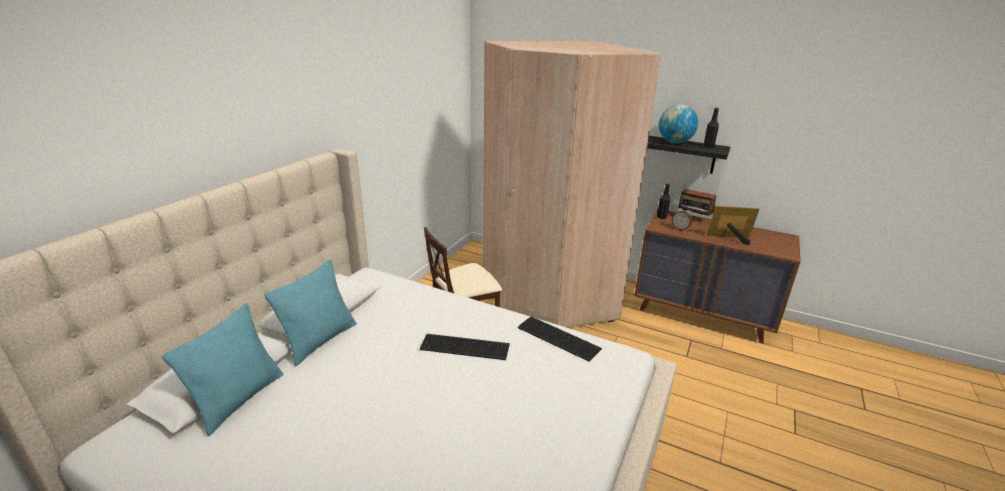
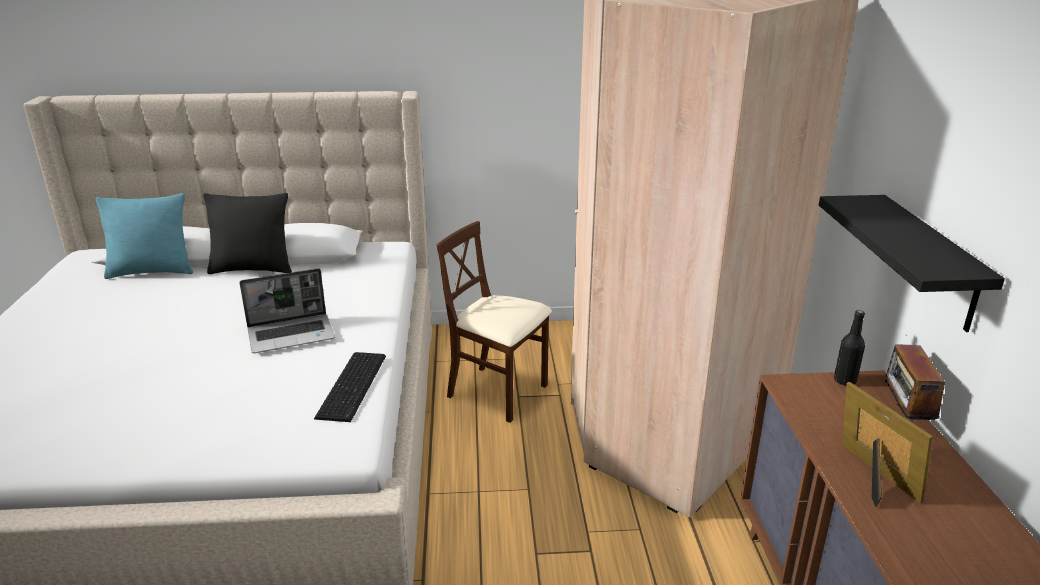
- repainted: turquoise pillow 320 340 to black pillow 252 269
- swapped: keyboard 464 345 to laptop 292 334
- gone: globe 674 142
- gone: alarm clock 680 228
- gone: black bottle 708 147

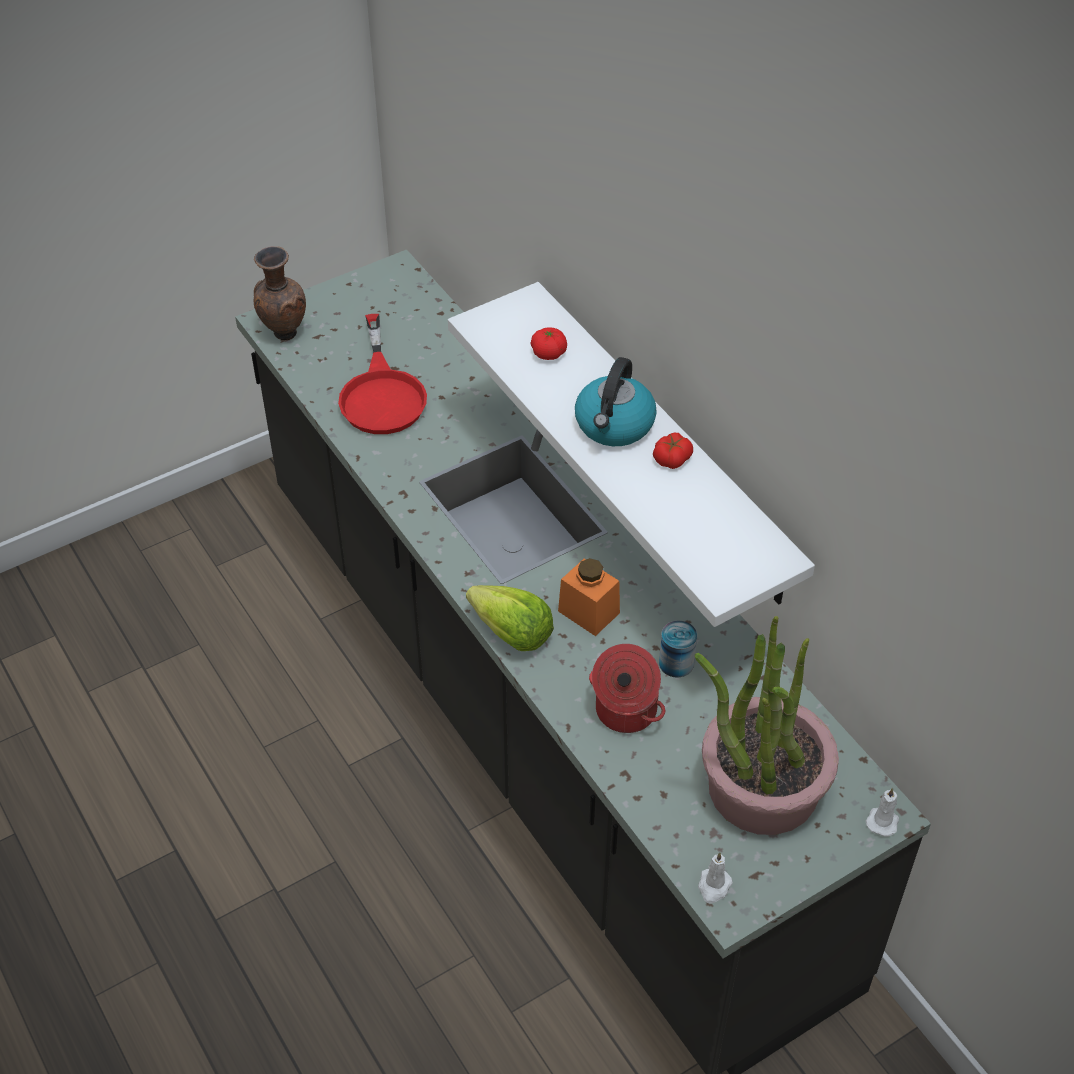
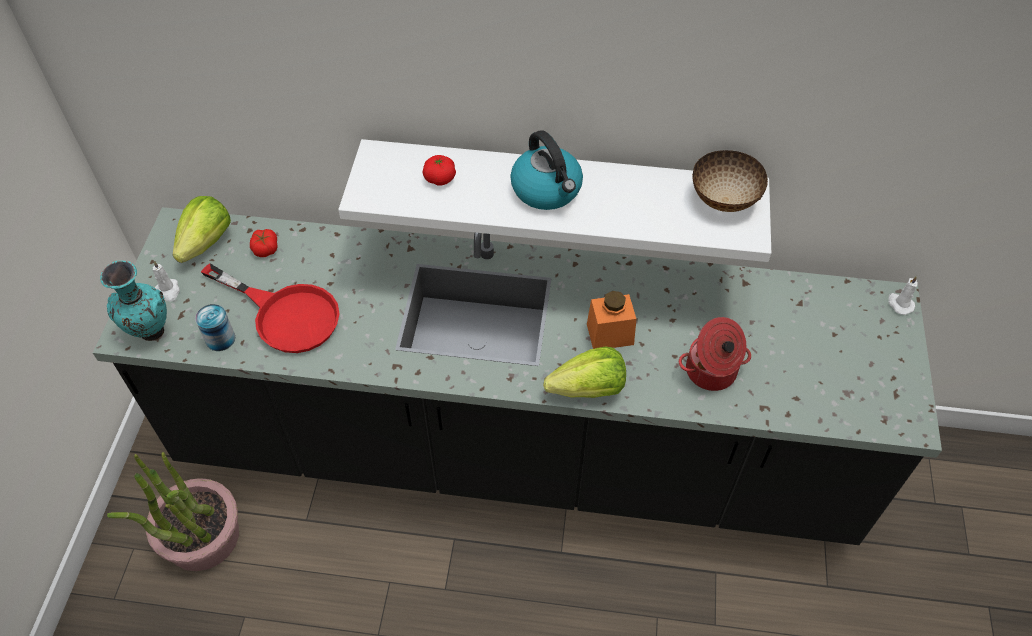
- repainted: brown vase 283 333 to turquoise vase 150 333
- shifted: potted plant 761 787 to 202 537
- shifted: white candle 714 886 to 168 291
- new: lettuce 206 243
- shifted: can 676 663 to 220 339
- shifted: tomato 672 458 to 265 248
- new: bowl 723 200

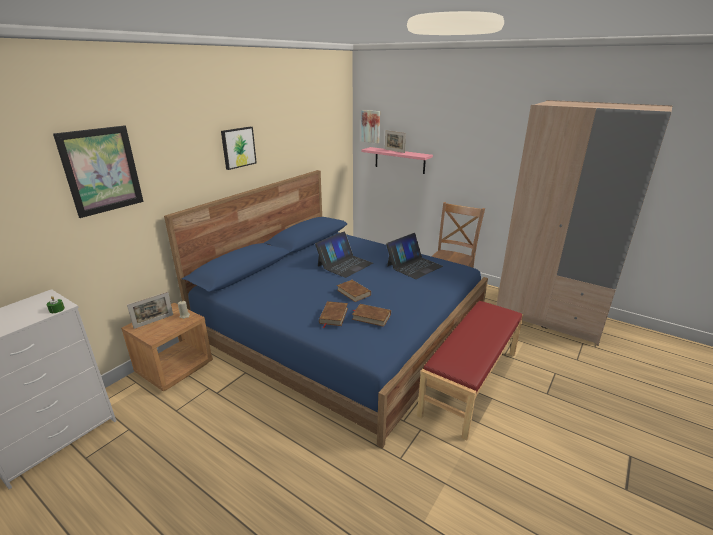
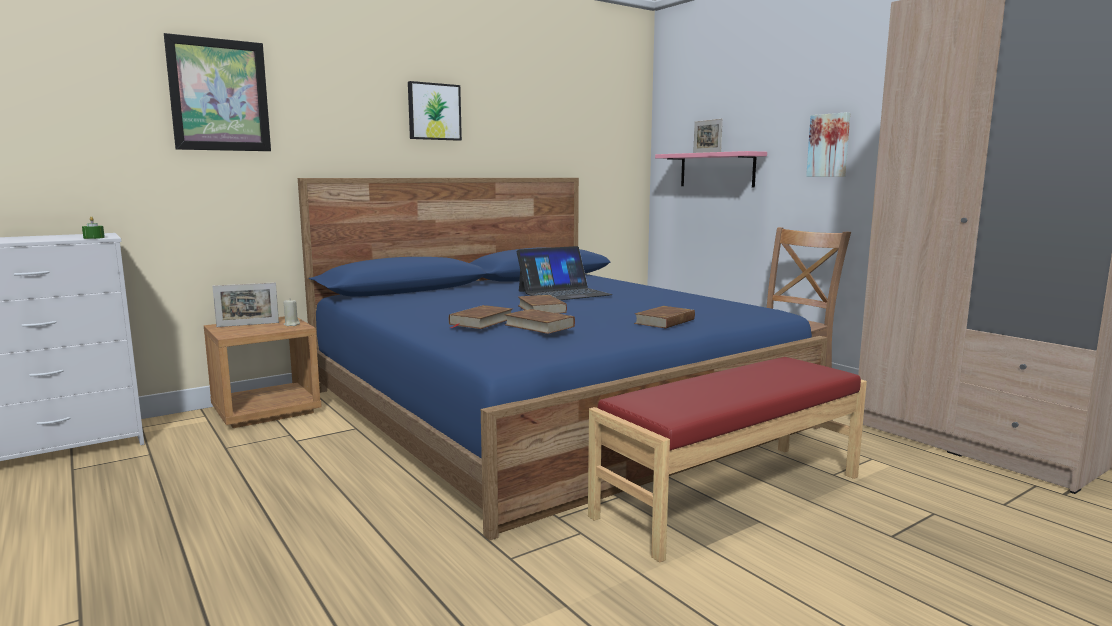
- new: brown book 665 321
- shifted: picture 371 126 to 829 145
- gone: laptop 414 266

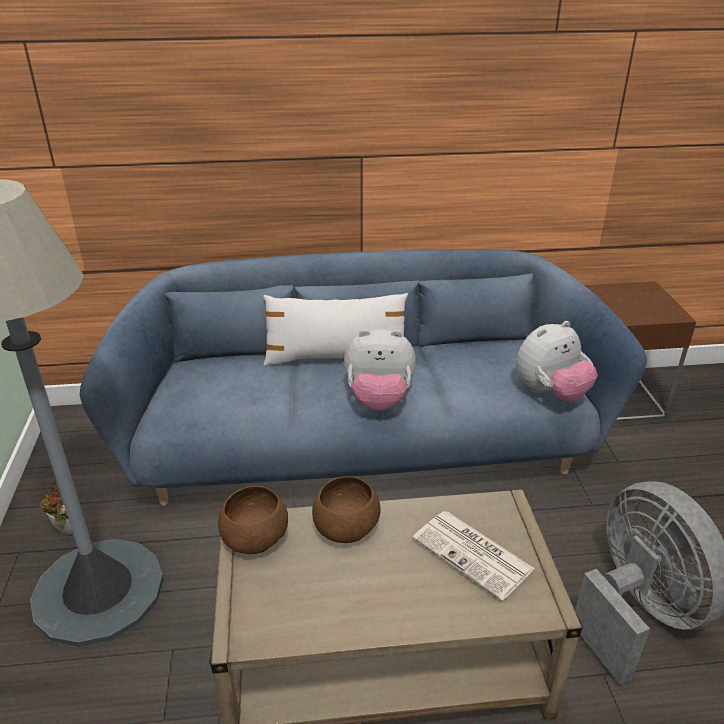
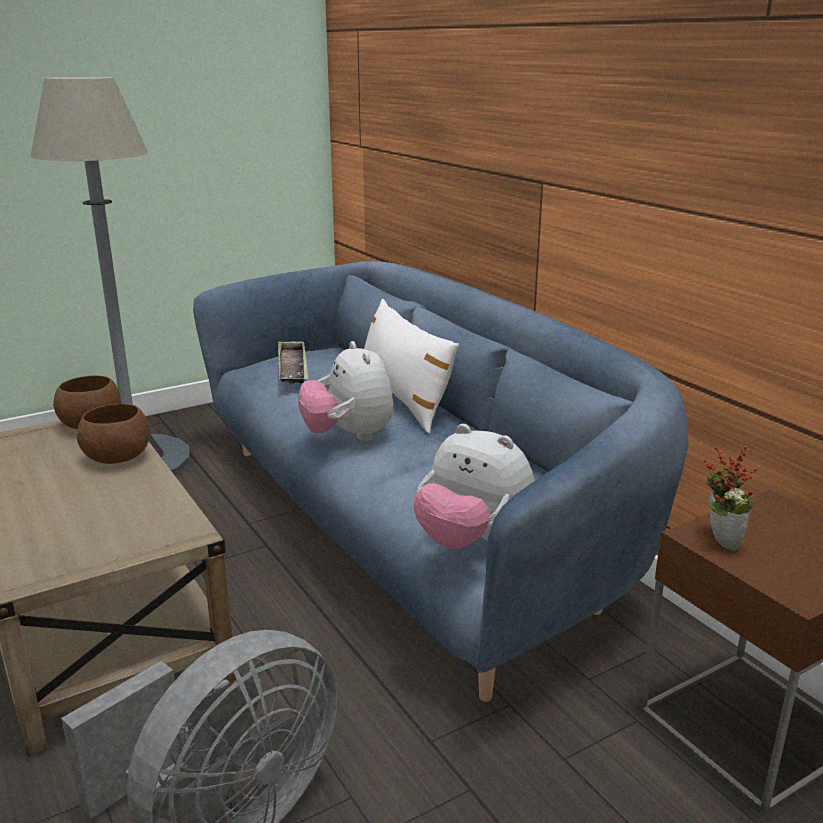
- new: tray 292 368
- shifted: potted plant 64 532 to 719 541
- gone: newspaper 474 554

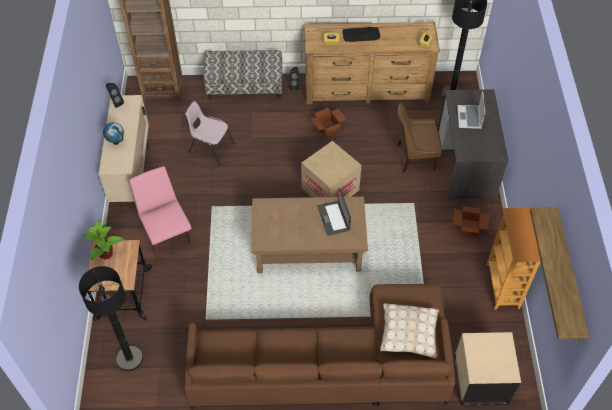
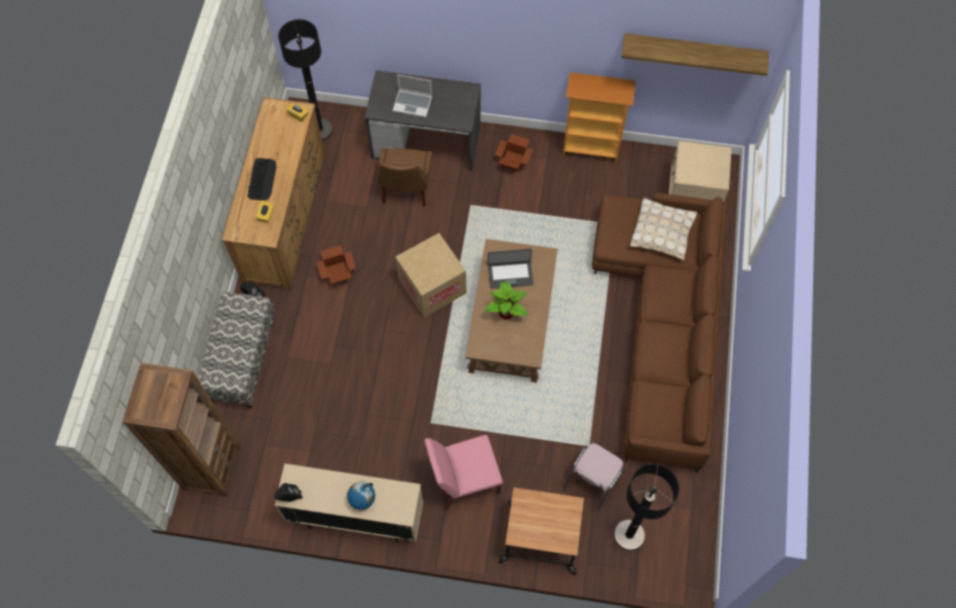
- shifted: potted plant 106 254 to 506 313
- shifted: pink chair 211 148 to 592 480

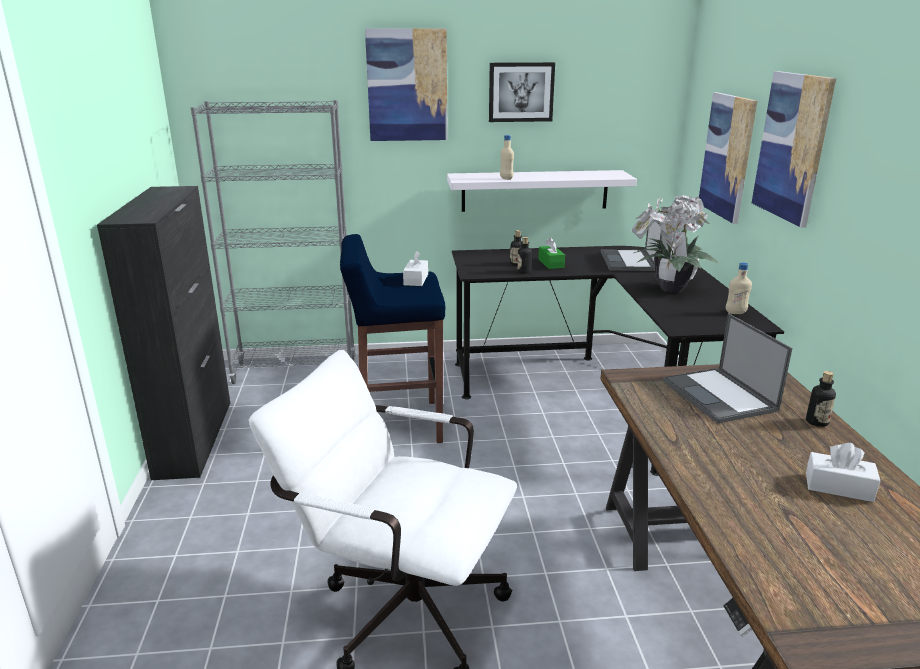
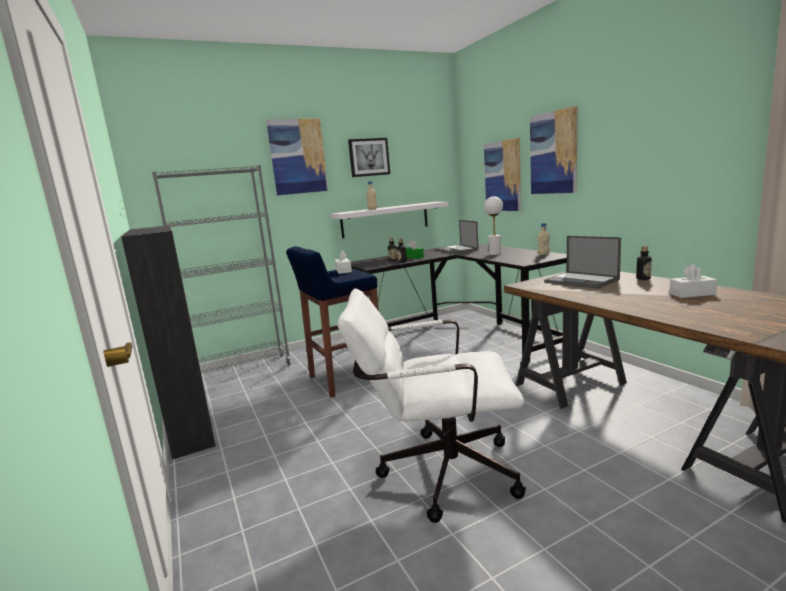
- swapped: potted plant 668 289 to white table lamp 495 254

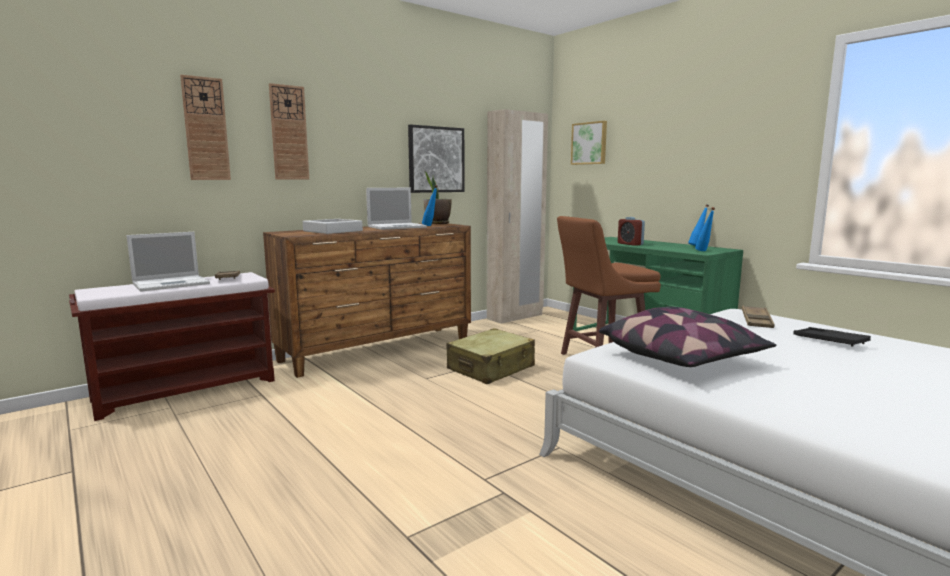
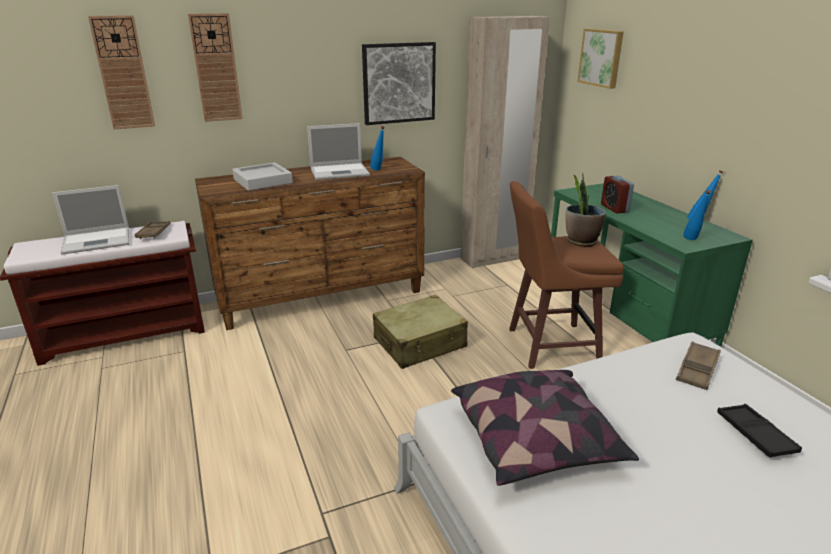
- shifted: potted plant 437 223 to 581 241

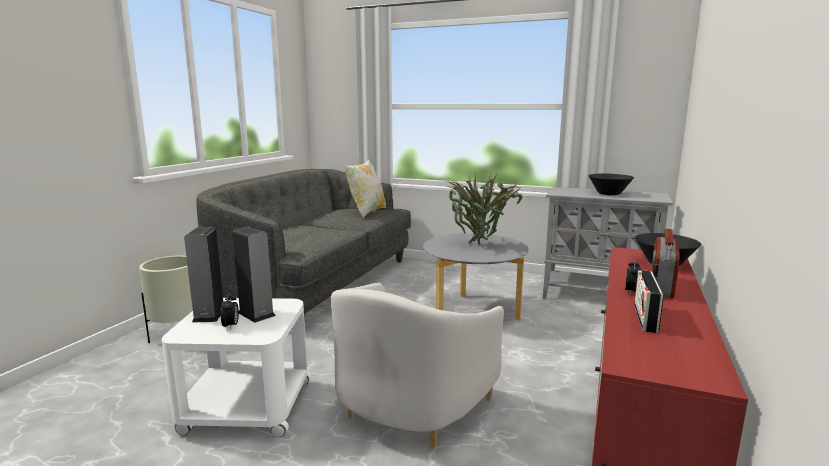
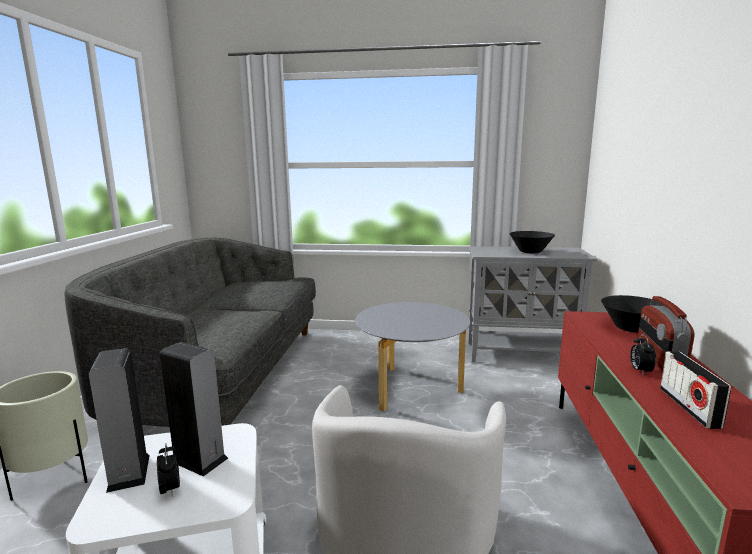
- gone: pillow 367 212
- gone: potted plant 481 245

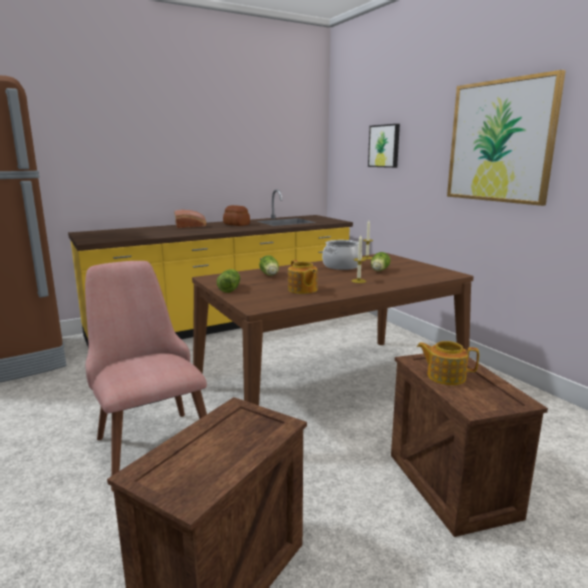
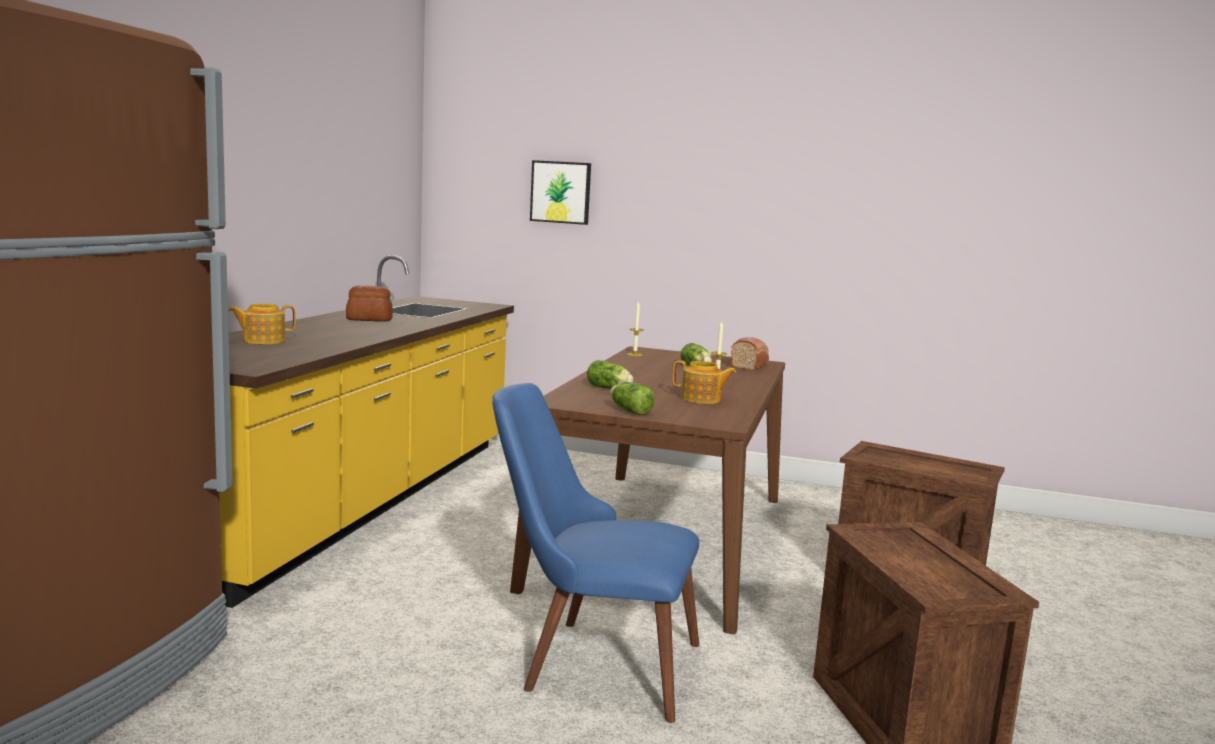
- shifted: teapot 445 376 to 263 341
- repainted: pink chair 149 439 to blue chair 590 662
- shifted: bread 191 226 to 750 365
- gone: cooking pot 341 266
- gone: picture 500 141

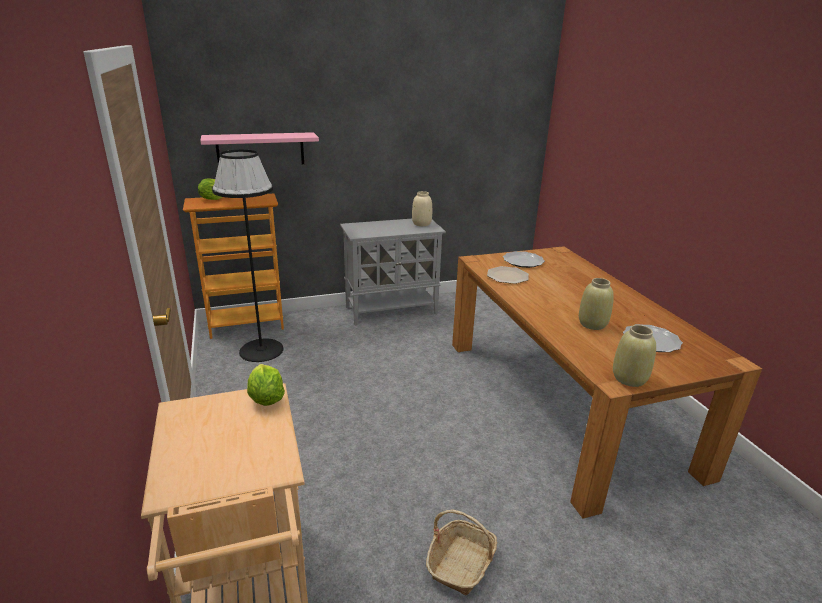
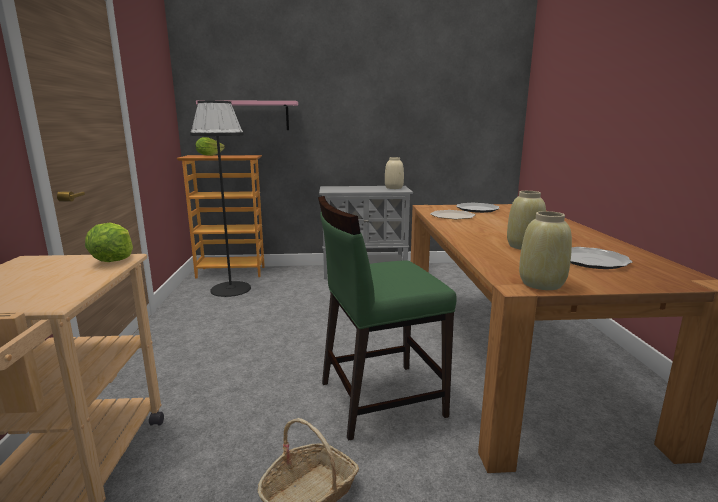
- new: green chair 379 398

